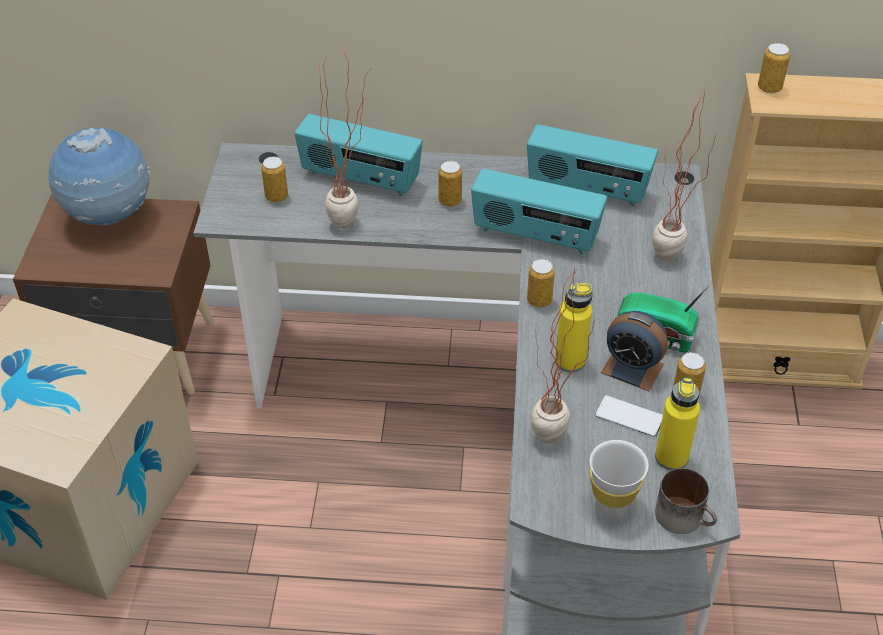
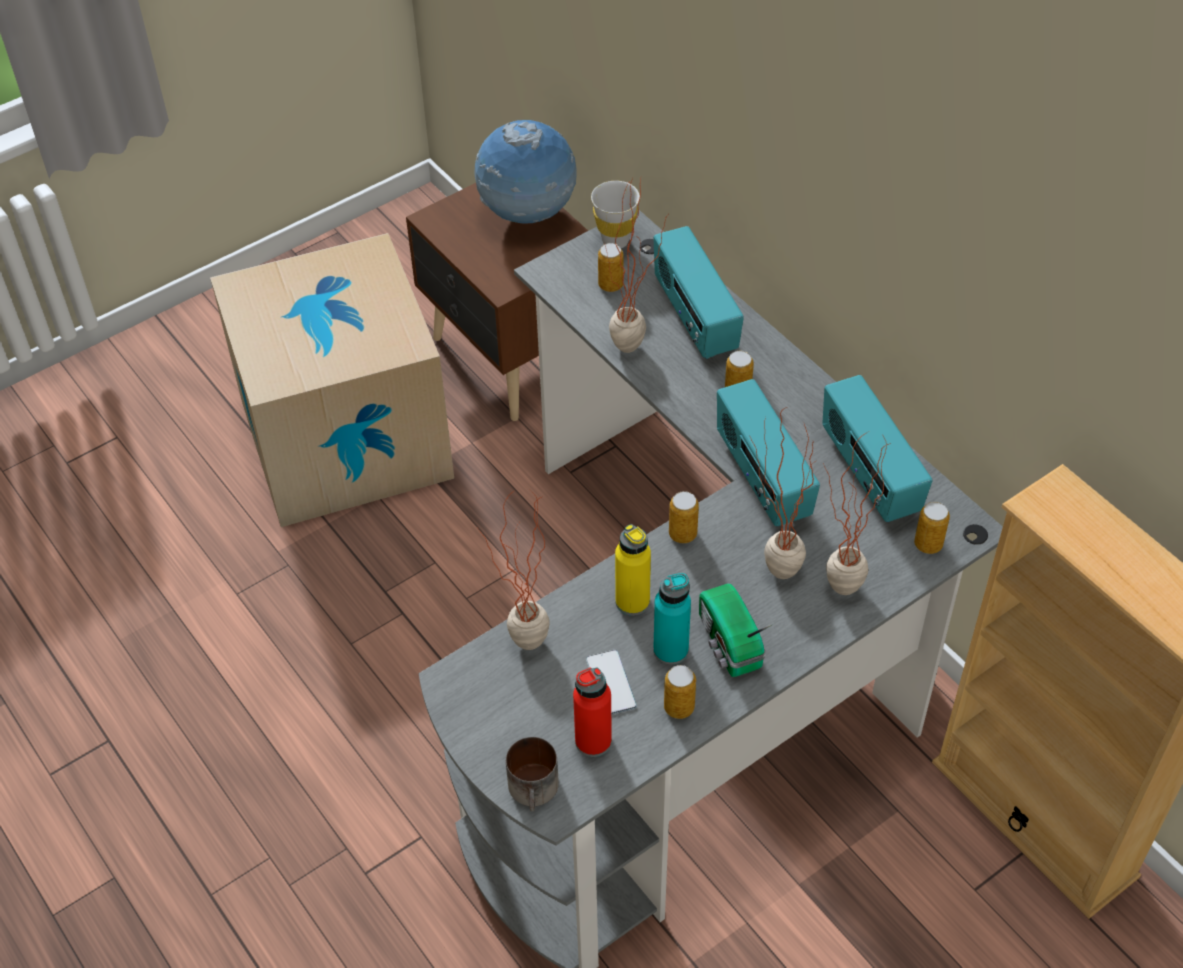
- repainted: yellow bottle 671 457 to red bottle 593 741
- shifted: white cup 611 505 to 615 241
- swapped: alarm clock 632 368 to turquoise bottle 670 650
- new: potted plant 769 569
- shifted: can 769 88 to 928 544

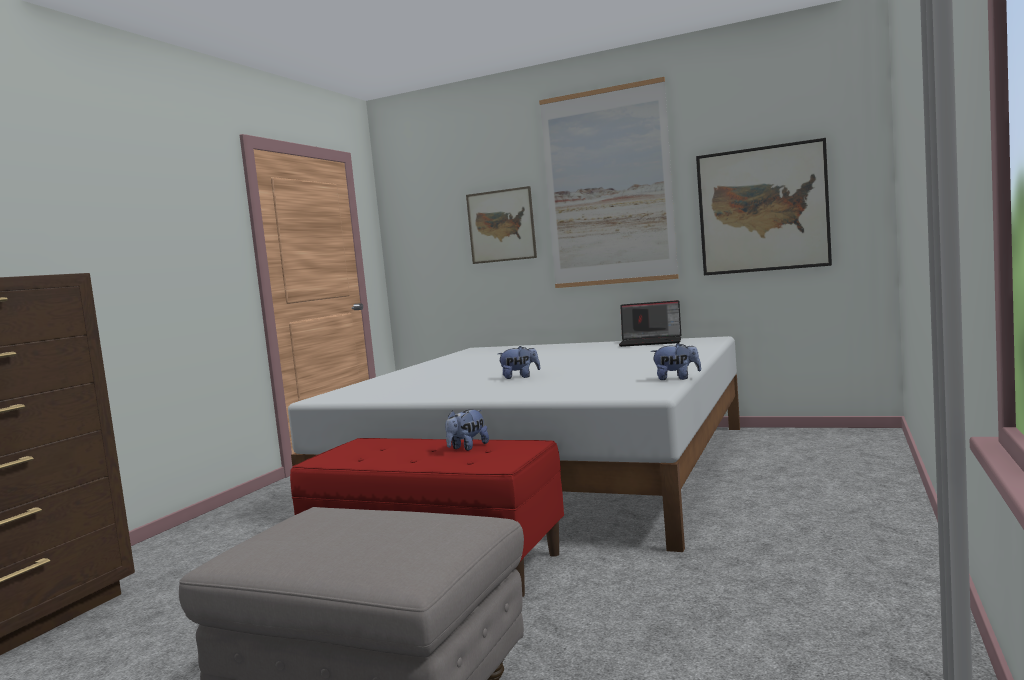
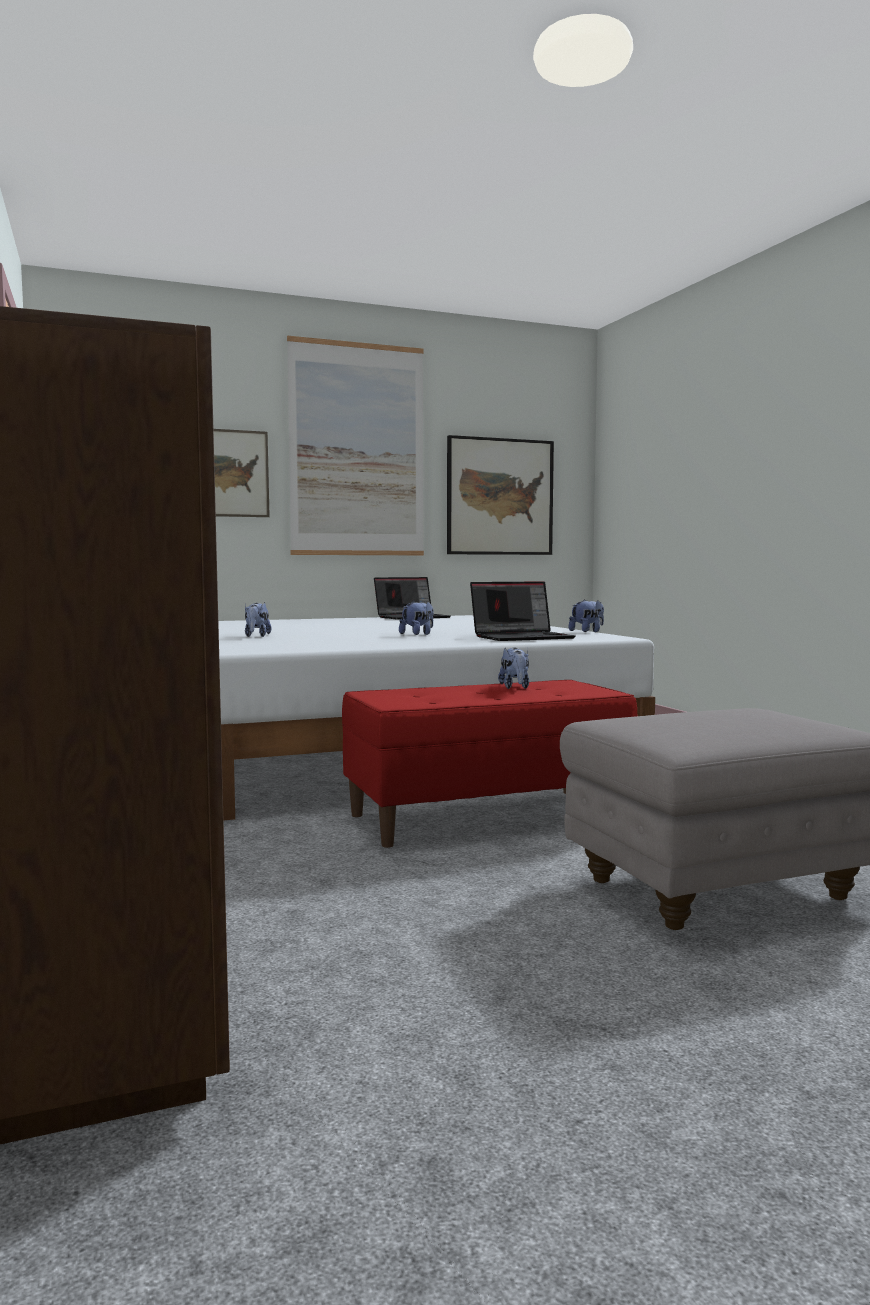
- new: plush toy 256 636
- new: laptop 522 637

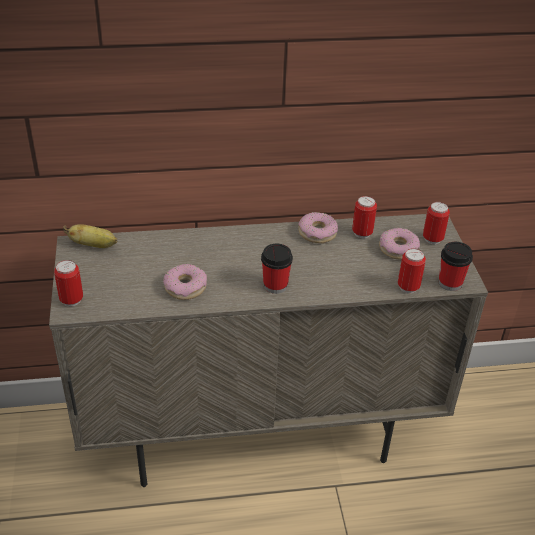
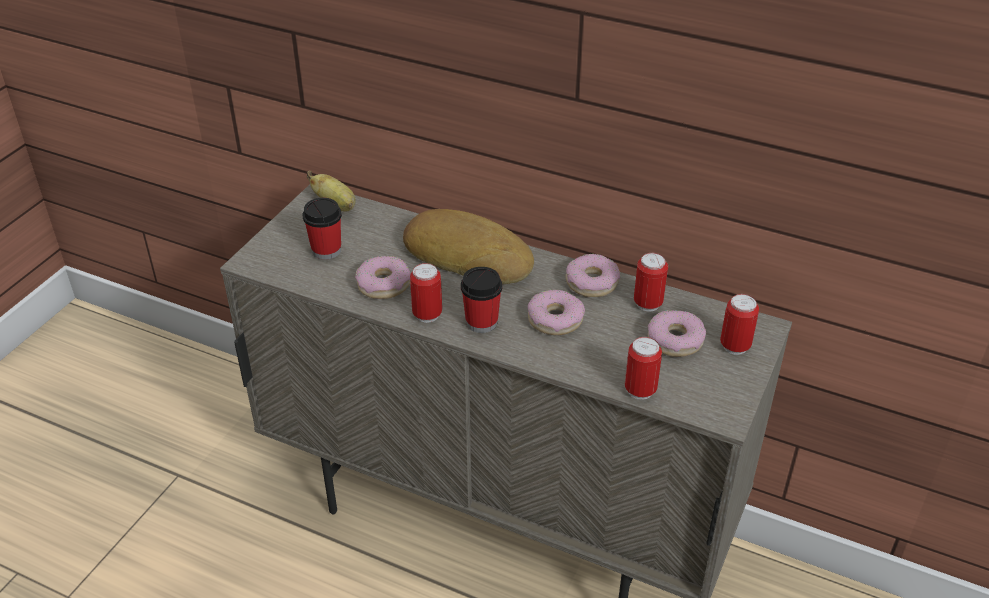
- shifted: cup 450 283 to 326 250
- new: bread 468 255
- shifted: can 71 300 to 427 314
- new: donut 555 319

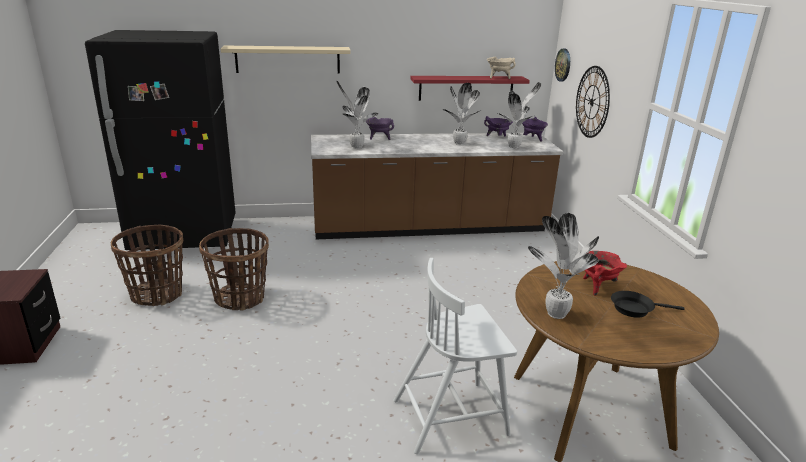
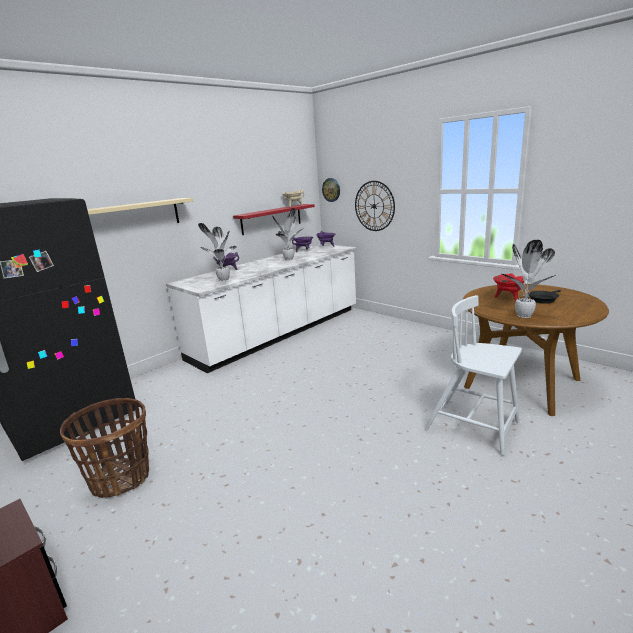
- repainted: brown counter 429 227 to white counter 279 333
- rotated: white chair 452 416 = 473 426 90 degrees clockwise
- gone: basket 240 298
- gone: potted plant 515 147

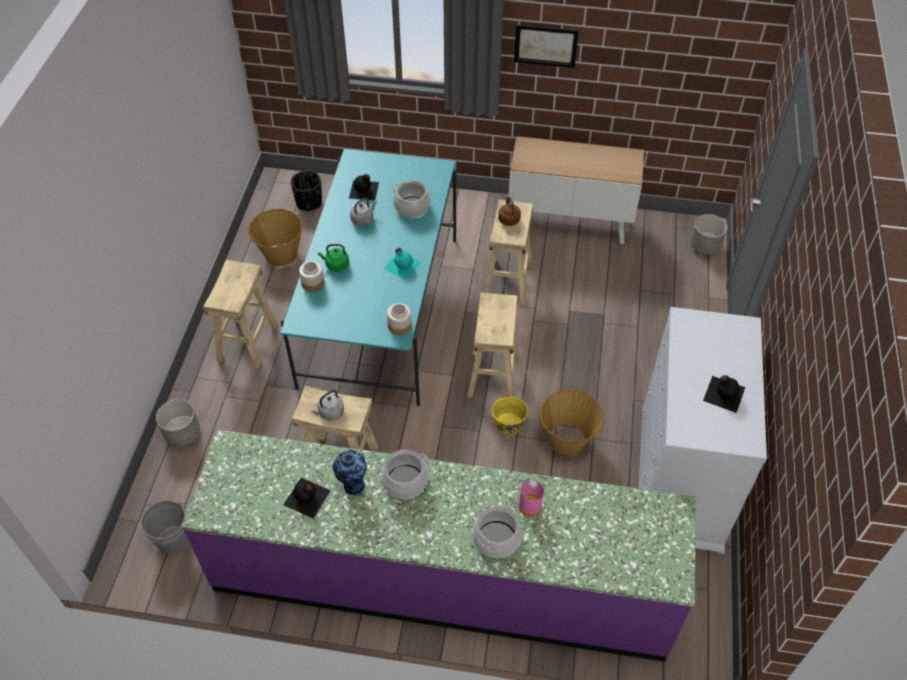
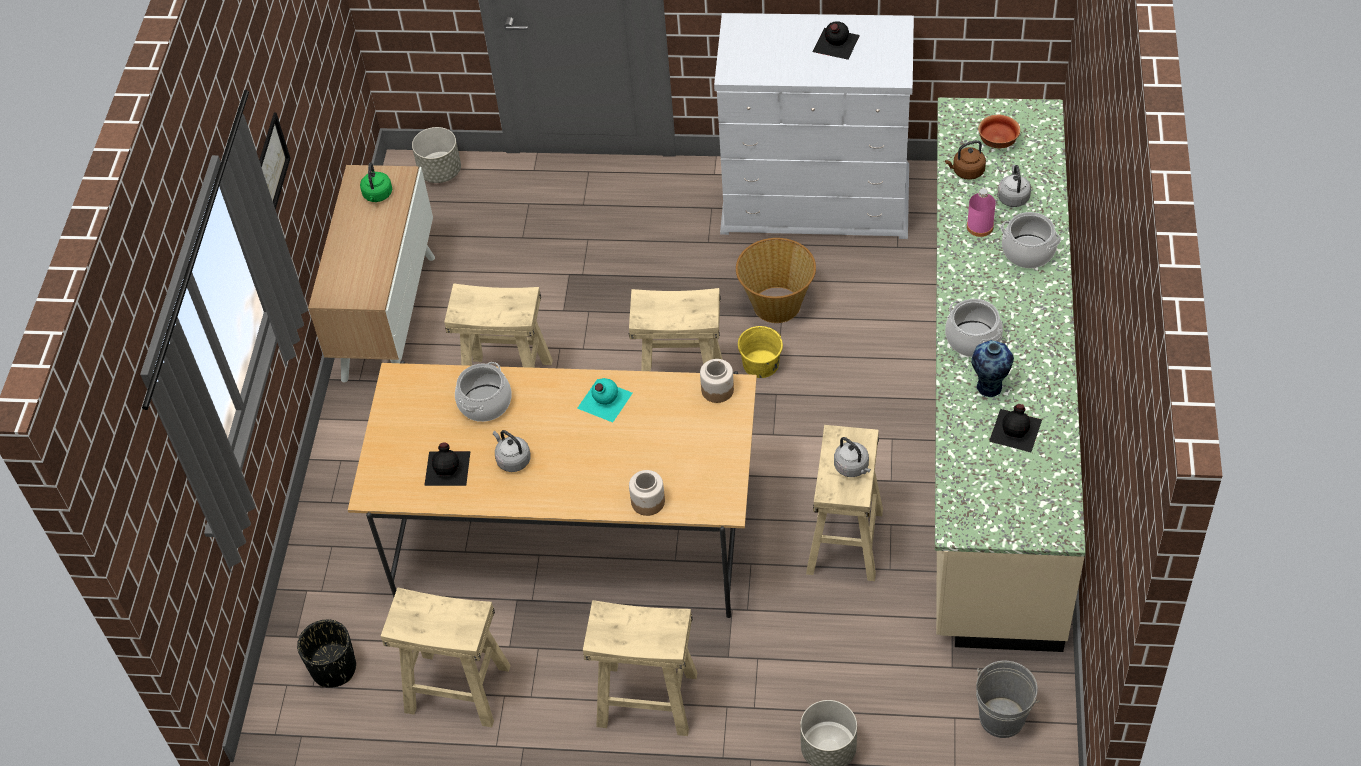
- repainted: turquoise dining table 380 310 to beige dining table 572 531
- shifted: green kettle 336 265 to 377 195
- swapped: basket 280 254 to beige stool 457 689
- repainted: purple counter 442 577 to beige counter 991 412
- shifted: brown kettle 508 219 to 966 172
- new: bowl 998 142
- new: grey kettle 1013 197

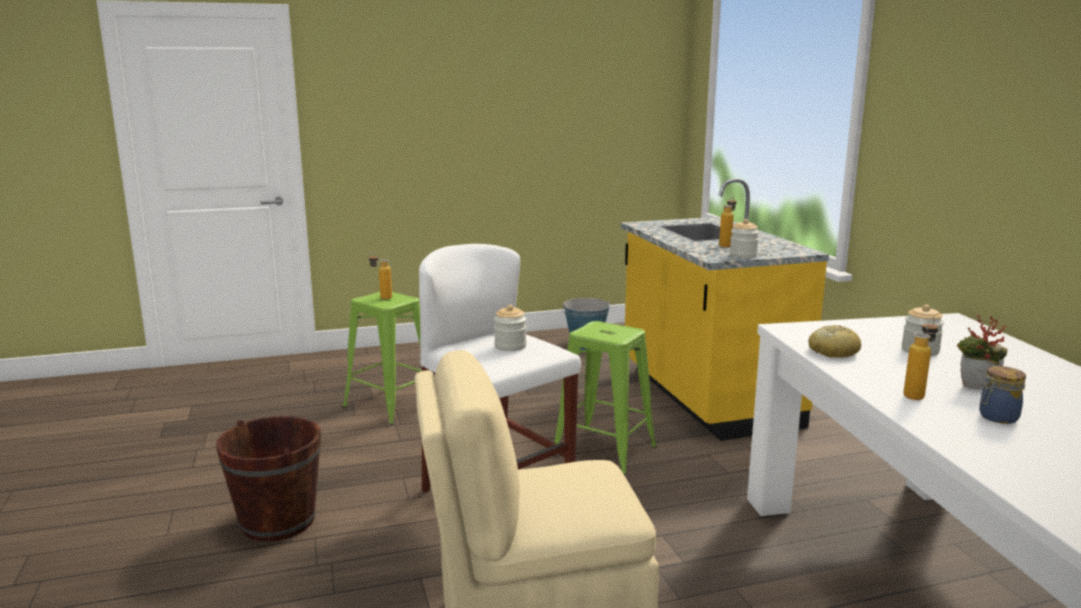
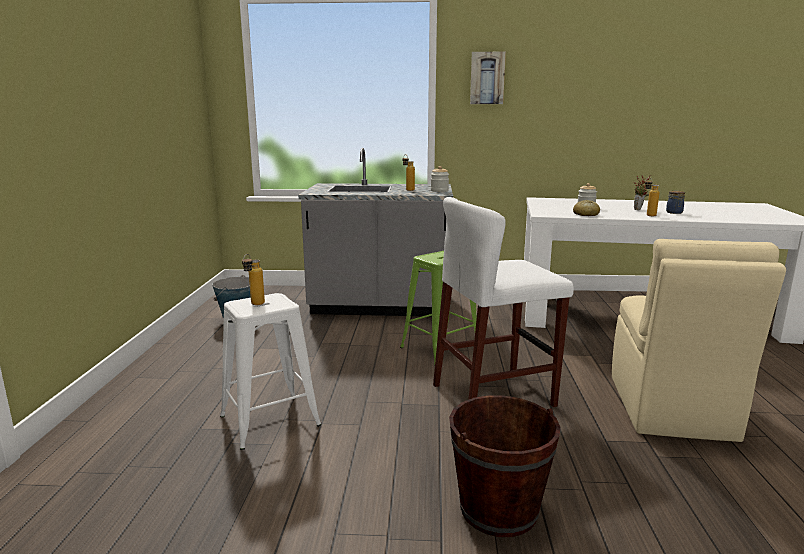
- repainted: green stool 390 405 to white stool 269 421
- repainted: yellow counter 705 397 to grey counter 380 306
- new: picture 487 78
- gone: jar 510 346

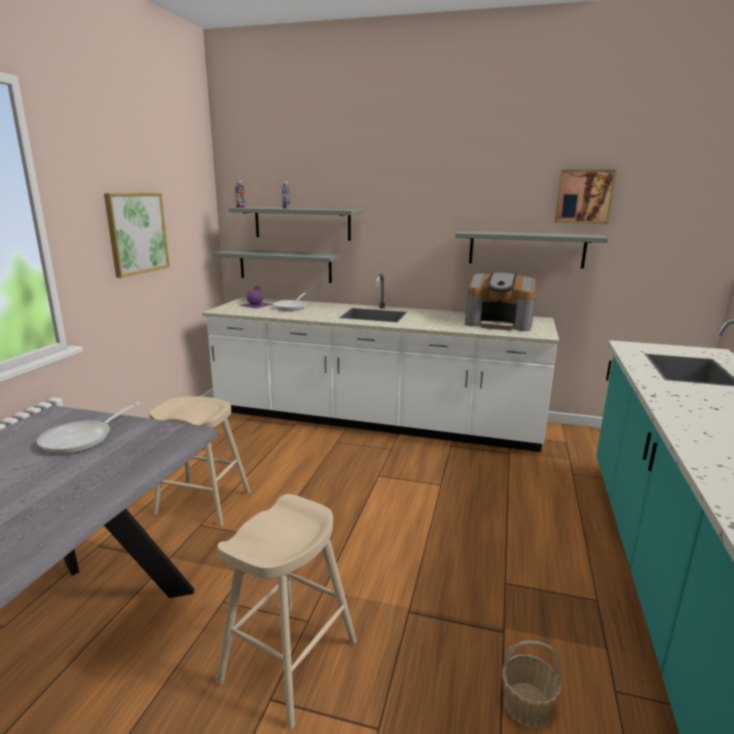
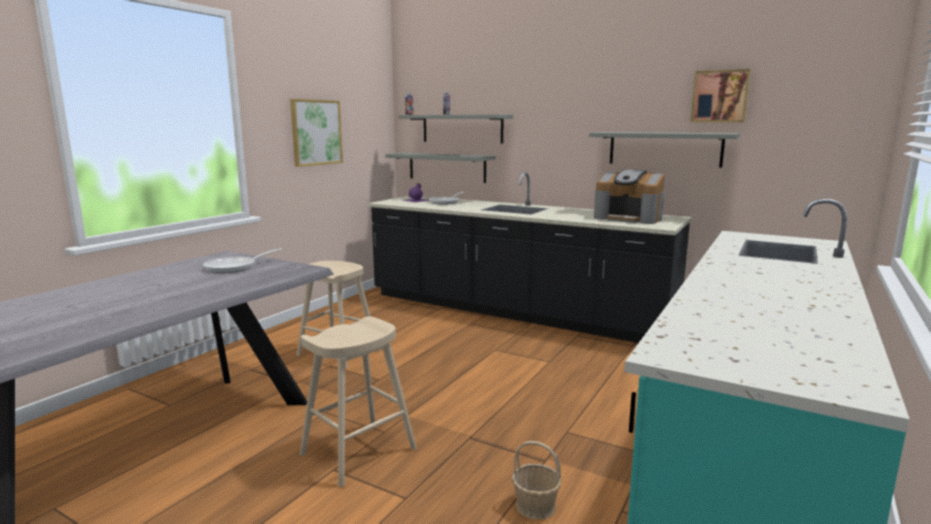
- repainted: white counter 374 420 to black counter 515 311

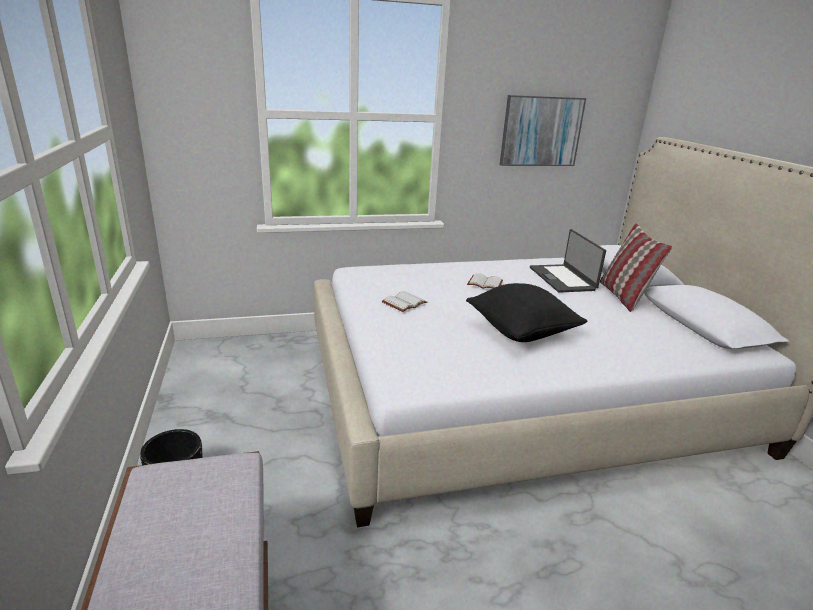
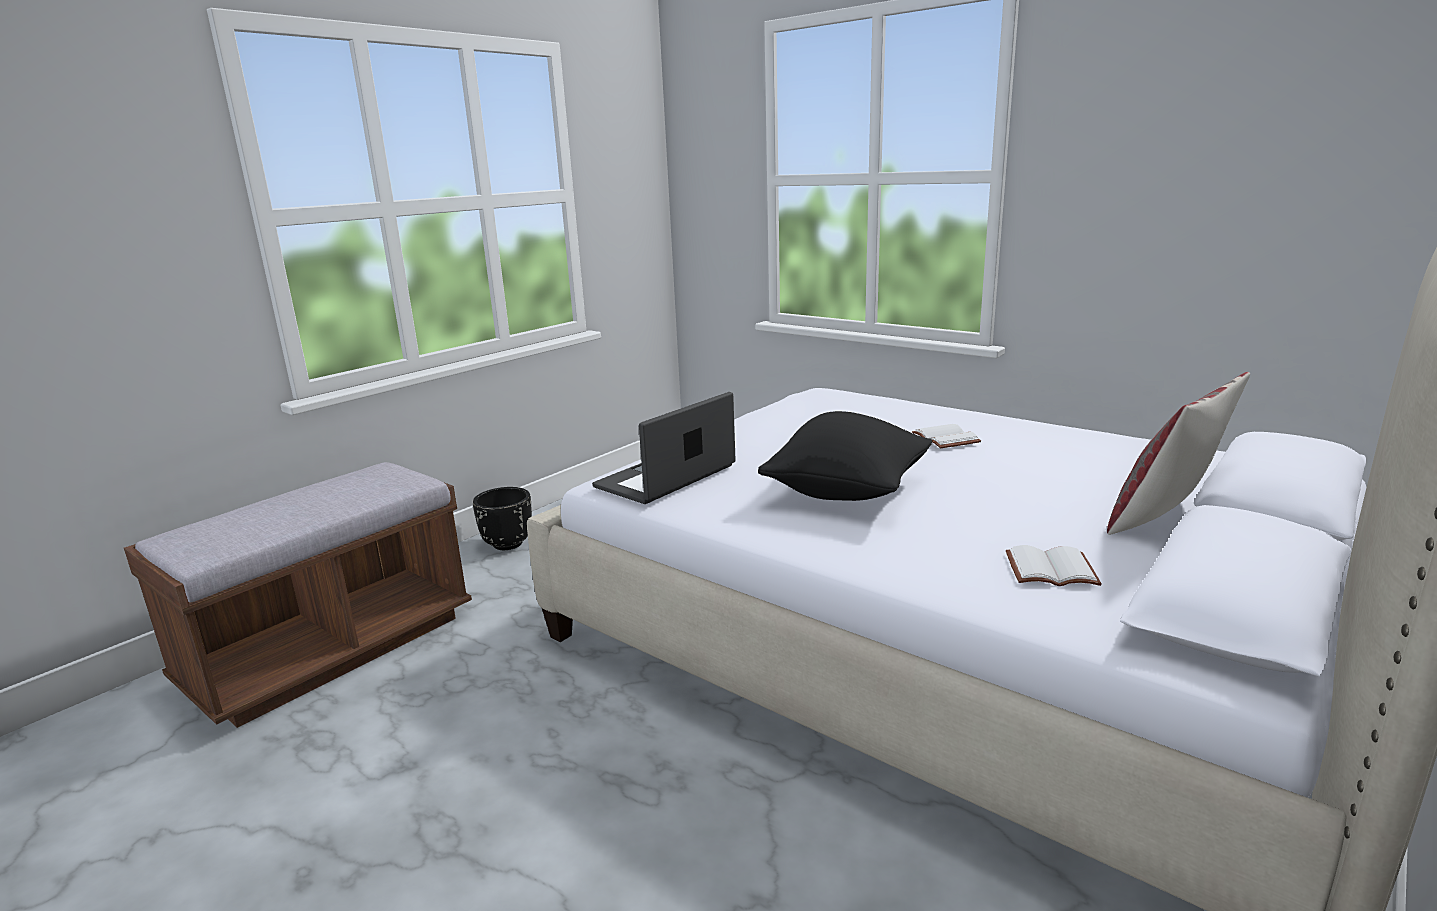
- shifted: laptop 562 278 to 667 477
- shifted: white book 404 303 to 1050 571
- gone: picture 541 131

